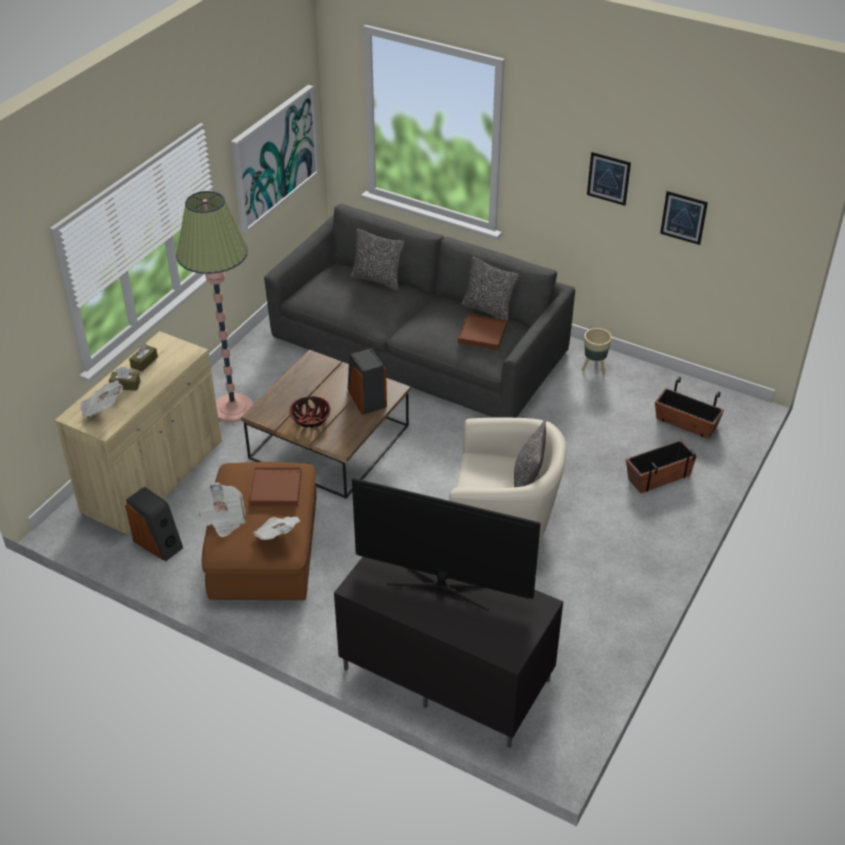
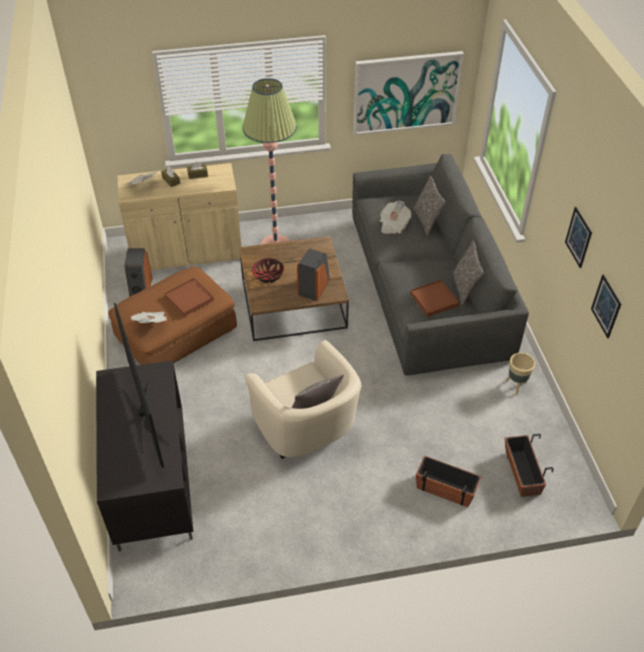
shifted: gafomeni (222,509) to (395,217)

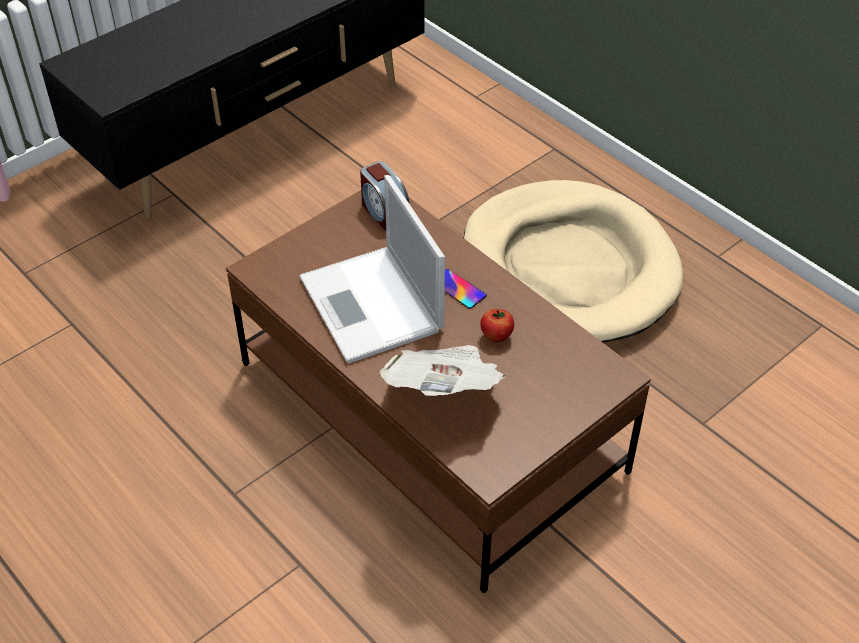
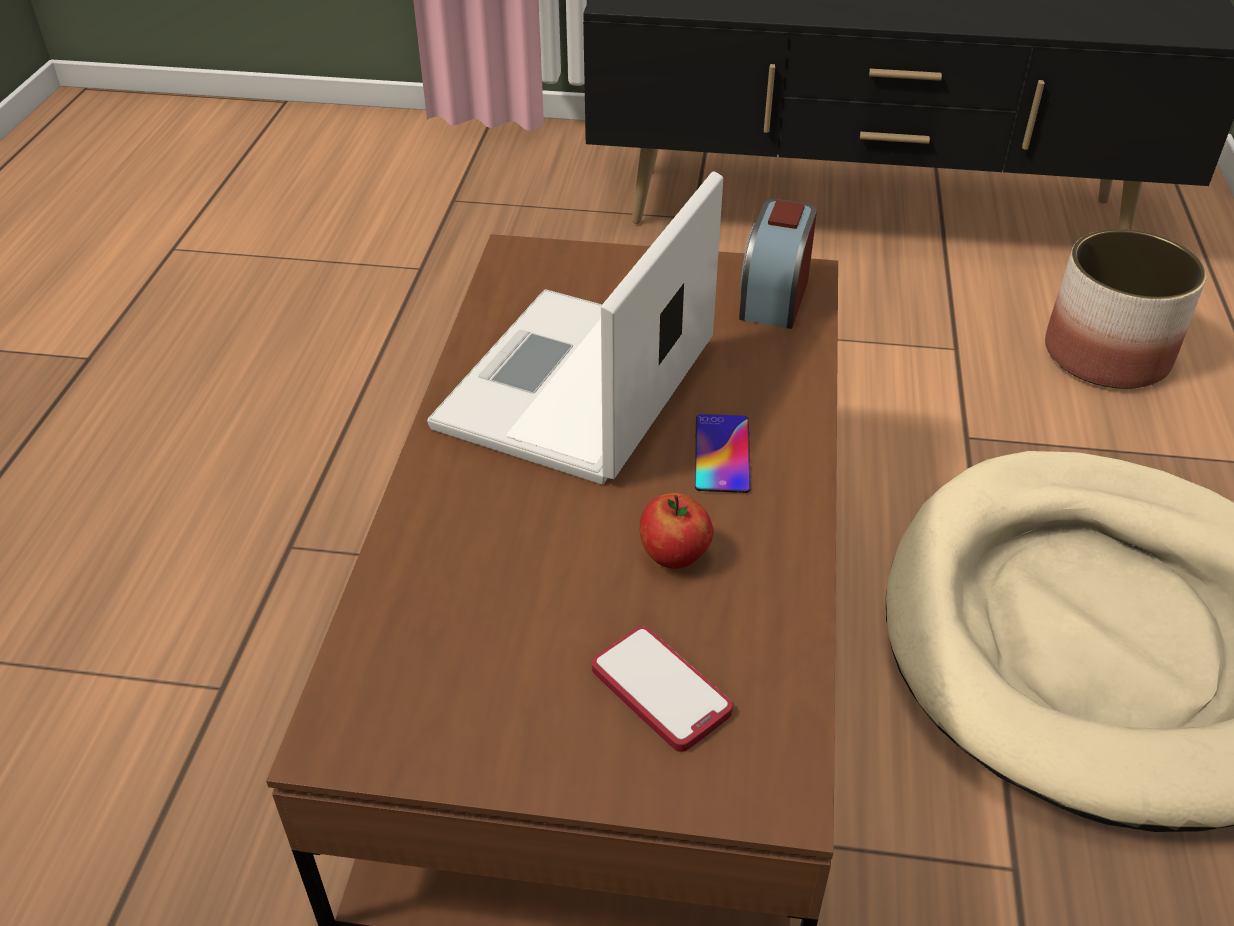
gone: gafomeni (442,370)
new: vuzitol (662,689); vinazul (1125,309)

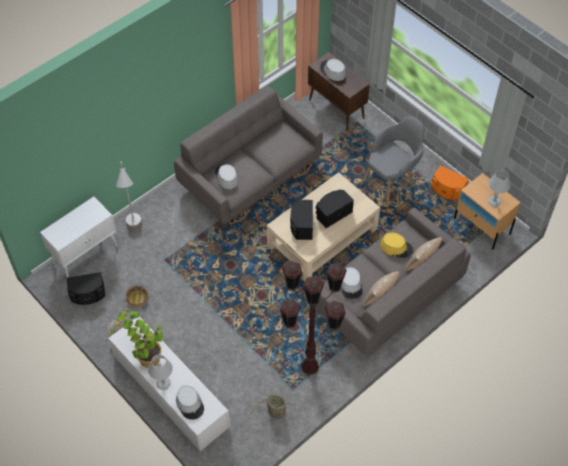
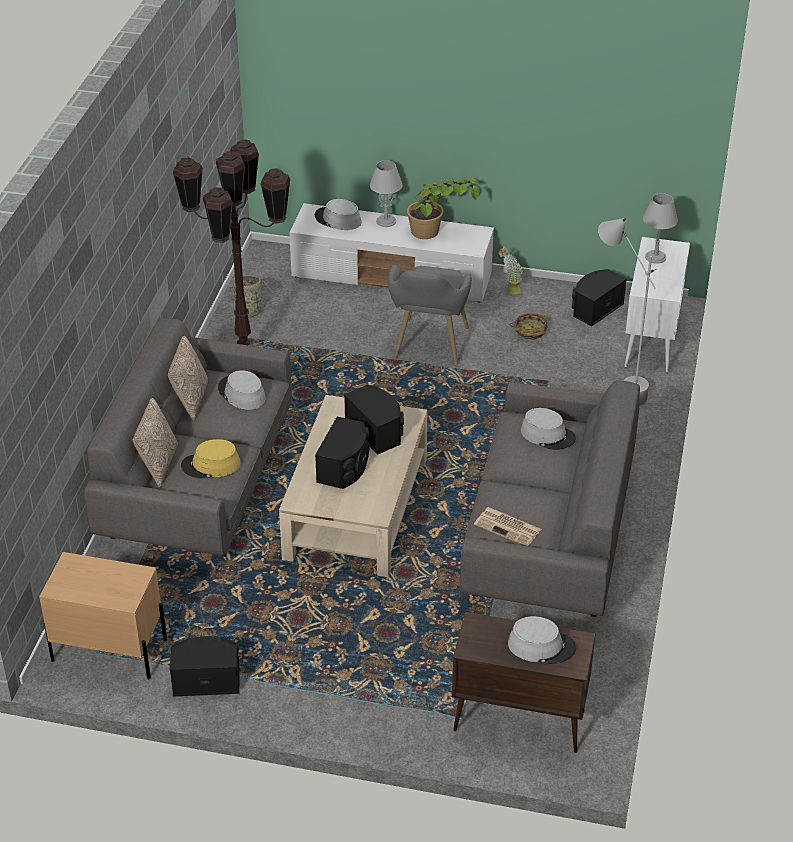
new: gafomeni (507,526)
shifted: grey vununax (392,161) to (430,315); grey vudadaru (499,188) to (660,228)
repainted: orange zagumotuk (450,182) to black zagumotuk (205,666)

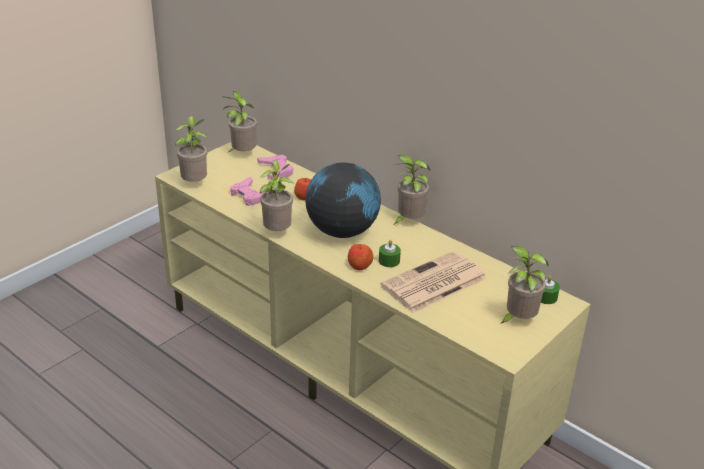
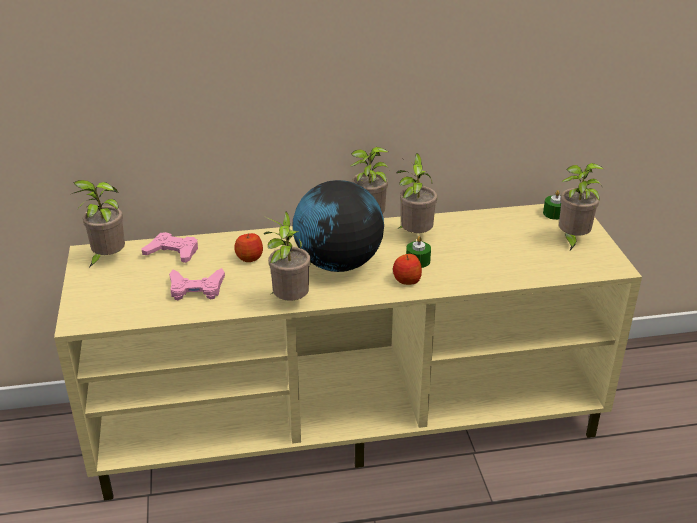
gone: gafomeni (433,282)
shifted: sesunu (191,149) to (416,193)

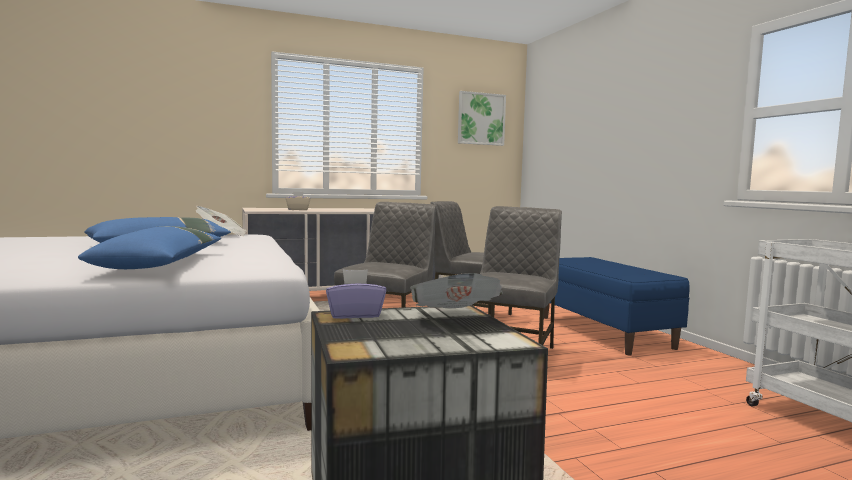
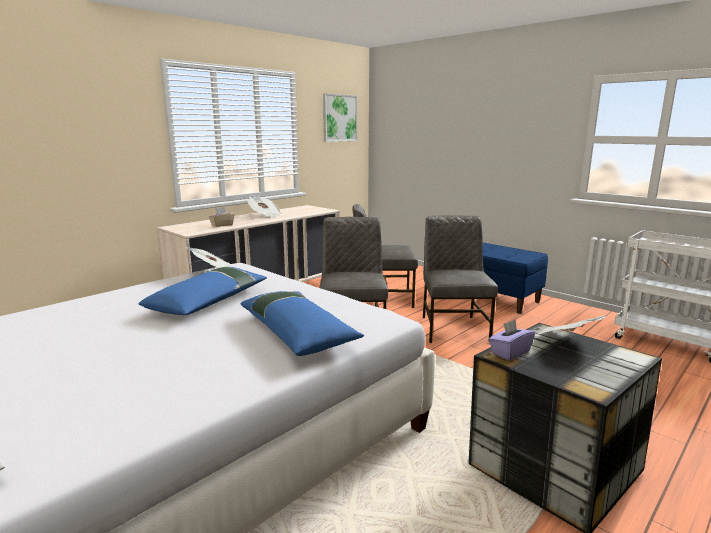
new: gafomeni (264,206)

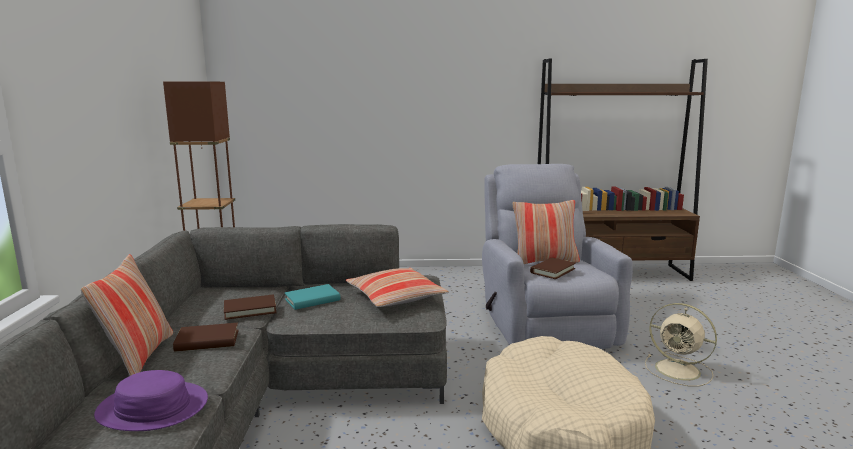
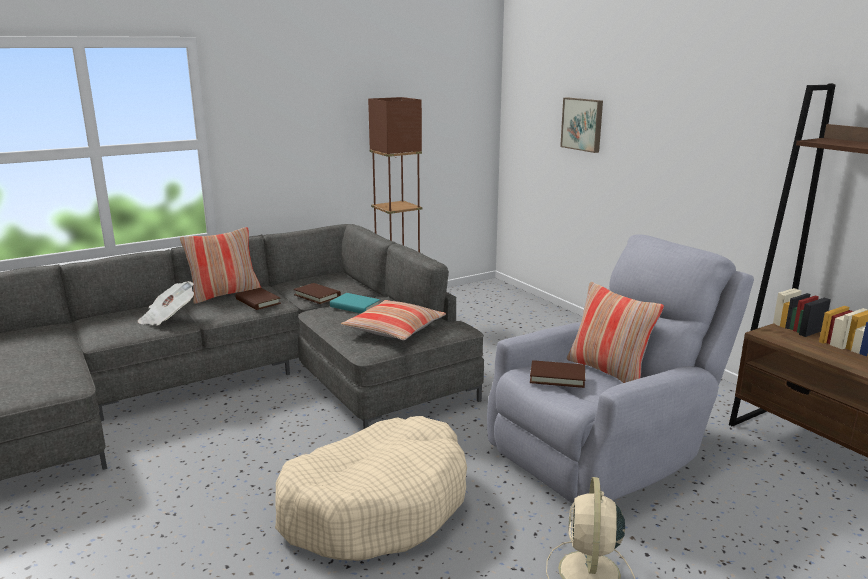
new: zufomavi (581,125)
swapped: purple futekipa (151,400) to gafomeni (166,303)

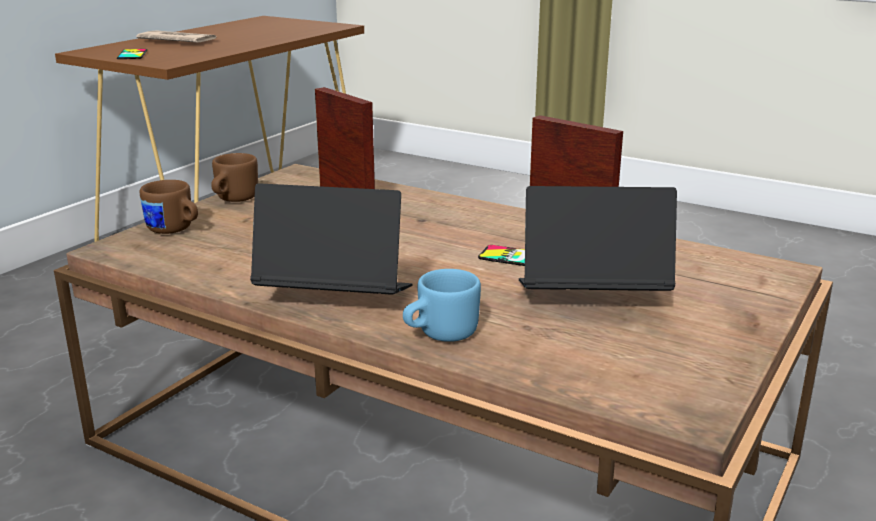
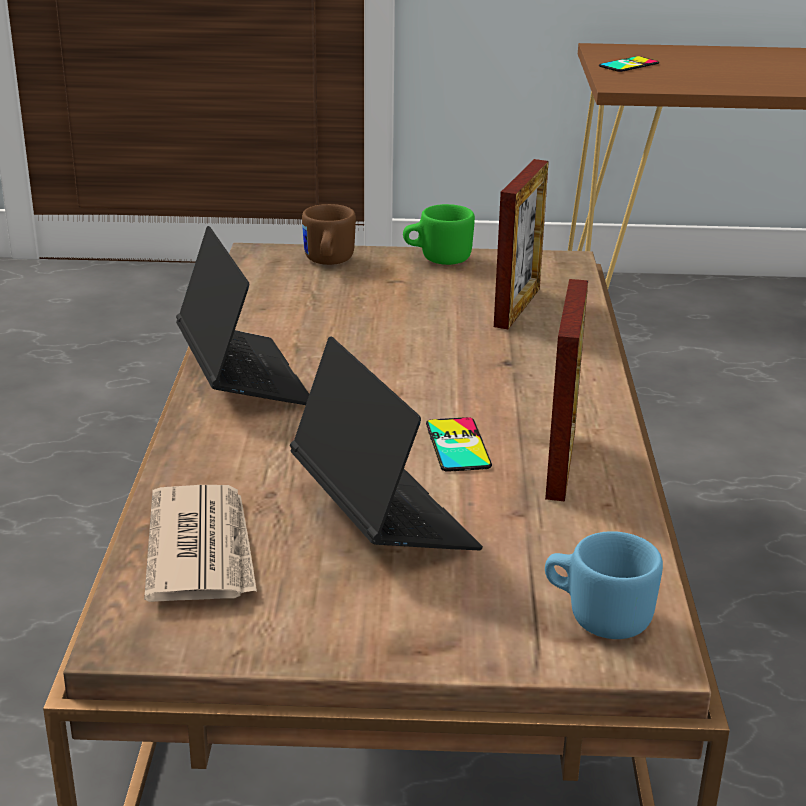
shifted: gafomeni (176,36) to (200,543); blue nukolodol (442,305) to (604,585)
repainted: brown nukolodol (234,177) to green nukolodol (439,234)

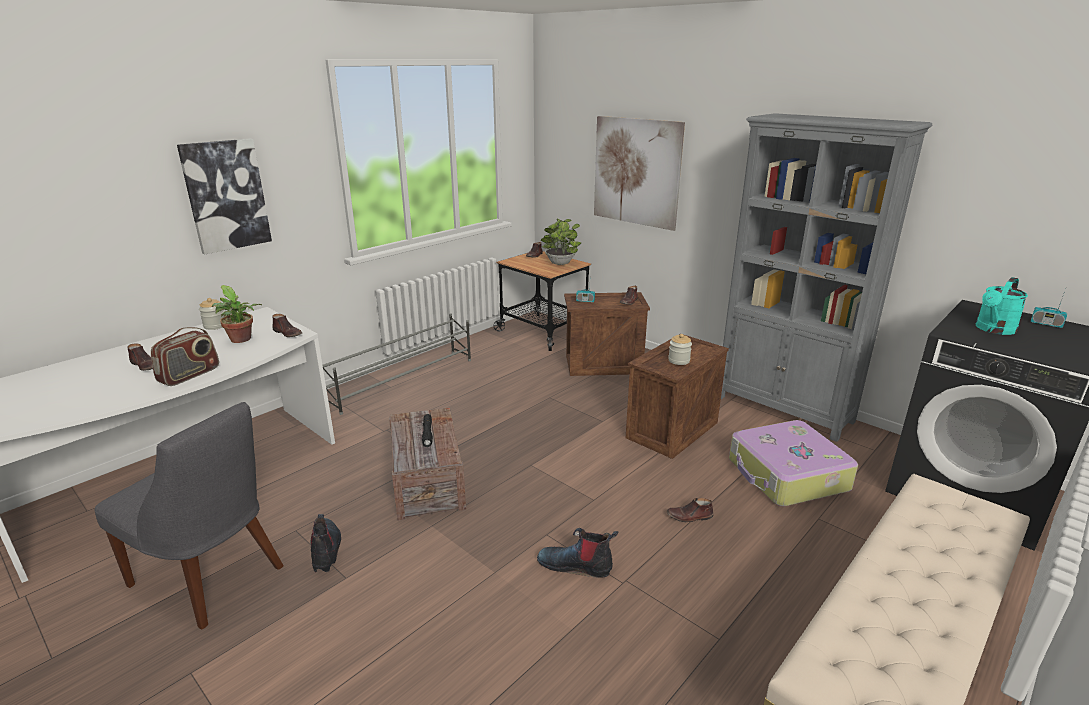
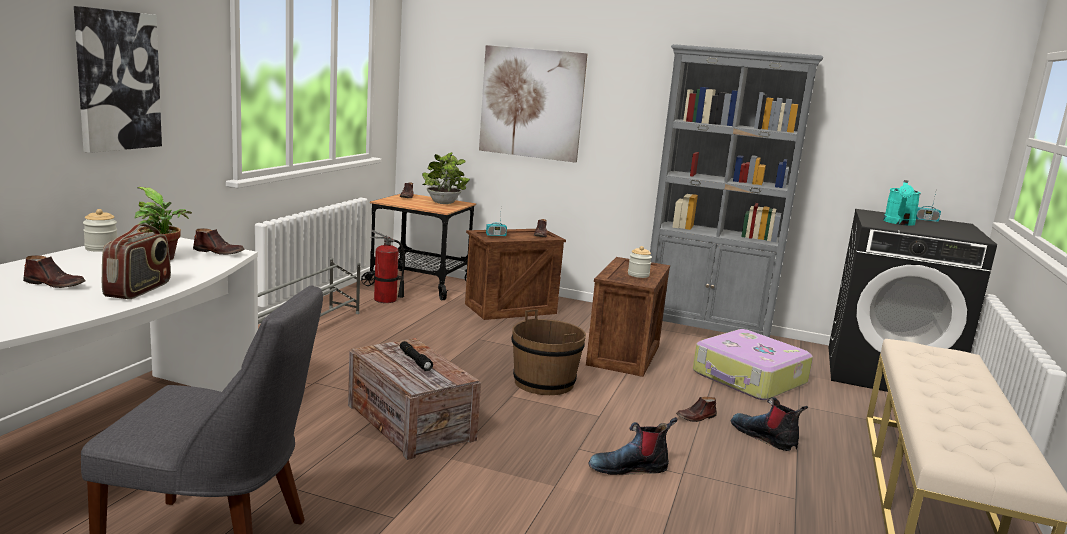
new: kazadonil (388,266); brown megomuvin (548,352)
shifted: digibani (325,543) to (769,424)

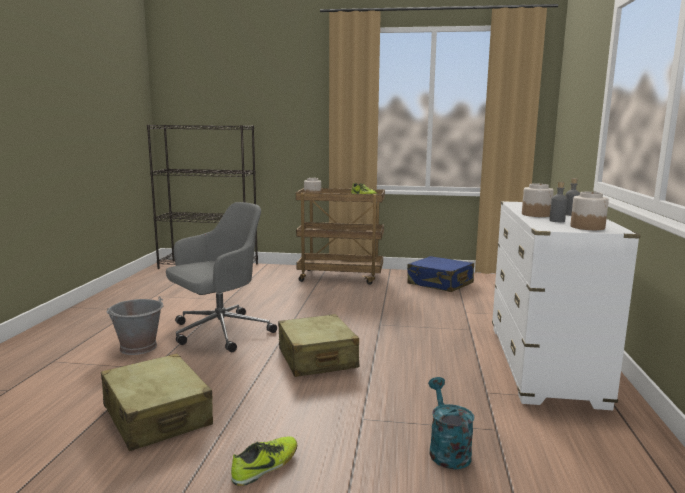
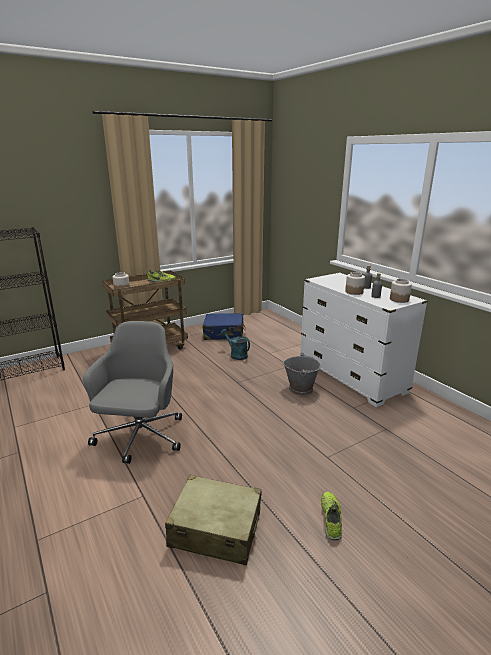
gone: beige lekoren (318,345)
shifted: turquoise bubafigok (451,423) to (235,344); grey megomuvin (135,325) to (302,374)

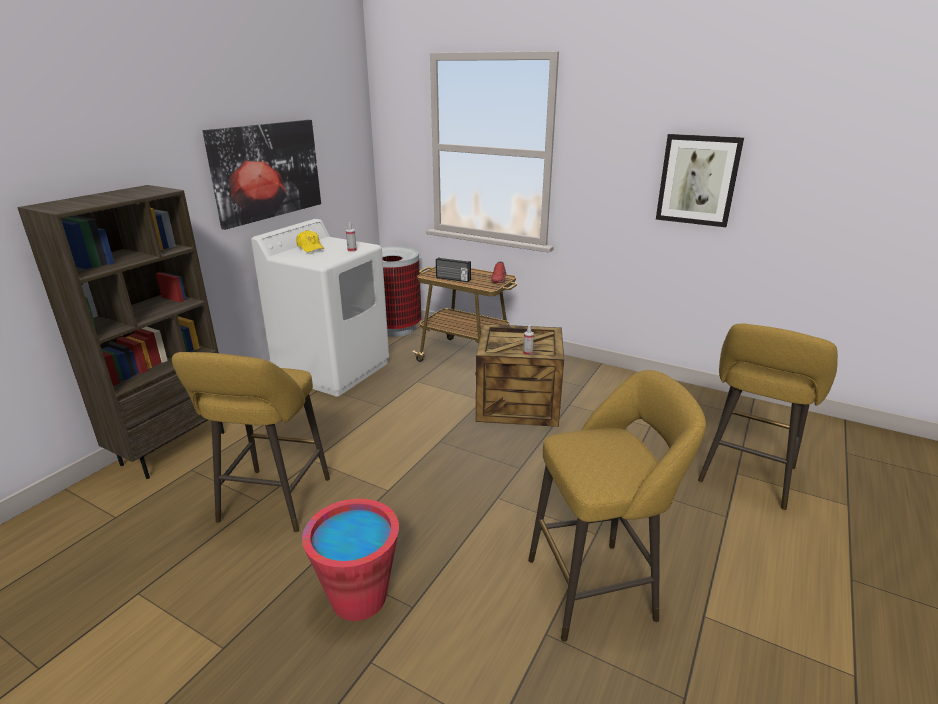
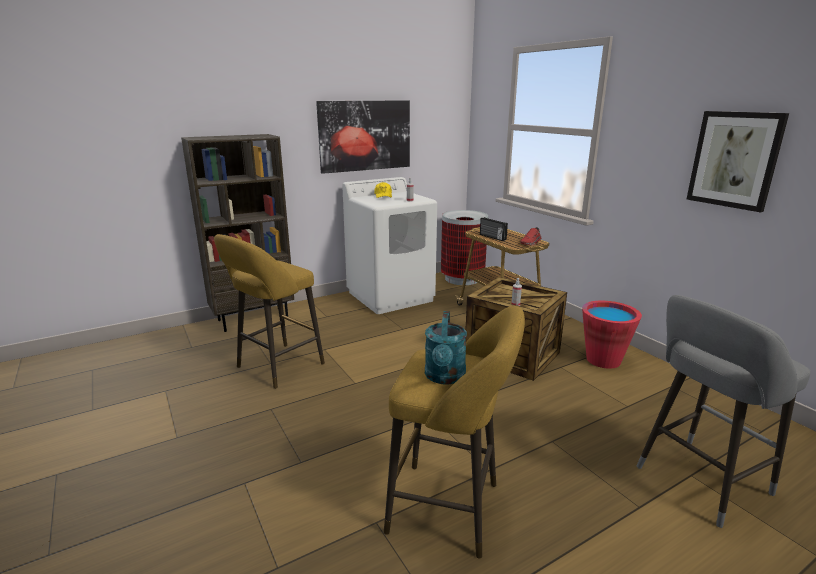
new: turquoise bubafigok (446,348)
shifted: red megomuvin (350,560) to (612,335)
repainted: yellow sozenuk (768,416) to grey sozenuk (723,411)

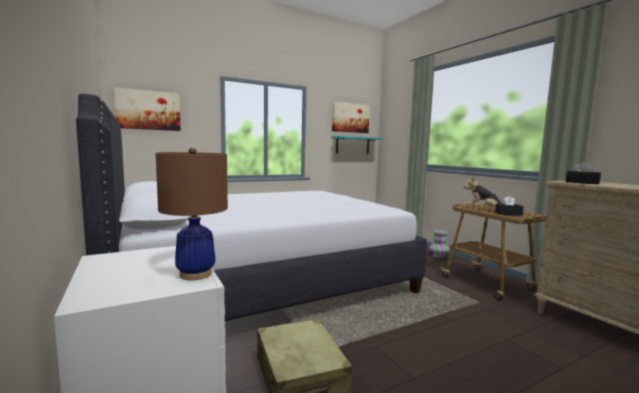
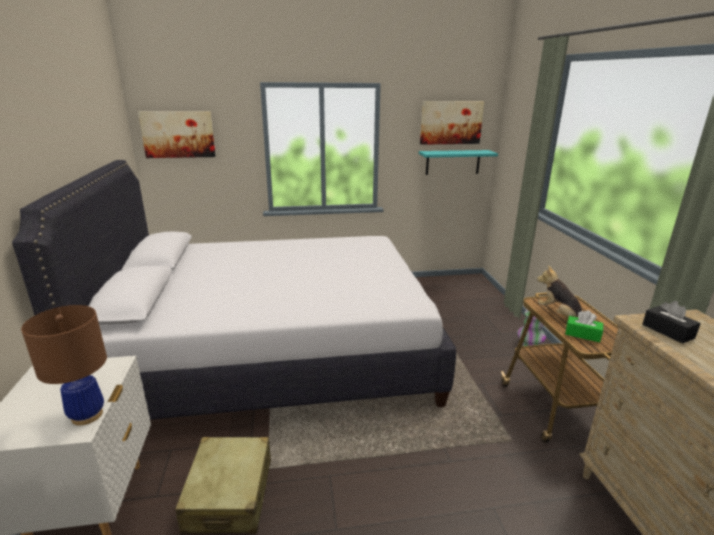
repainted: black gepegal (509,206) to green gepegal (584,326)

